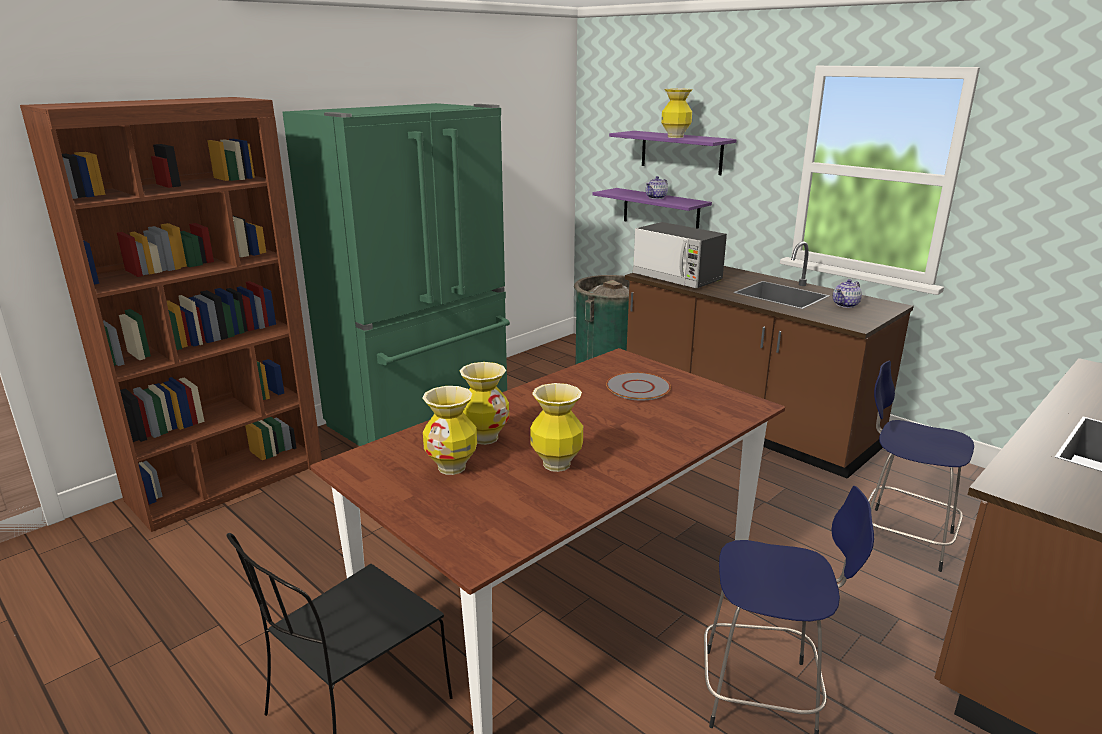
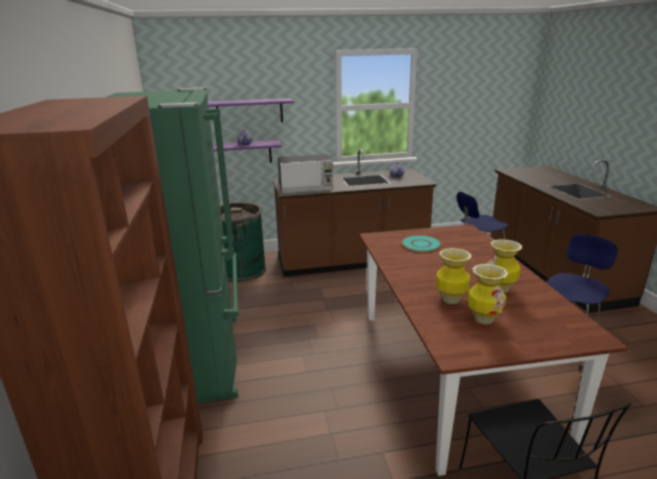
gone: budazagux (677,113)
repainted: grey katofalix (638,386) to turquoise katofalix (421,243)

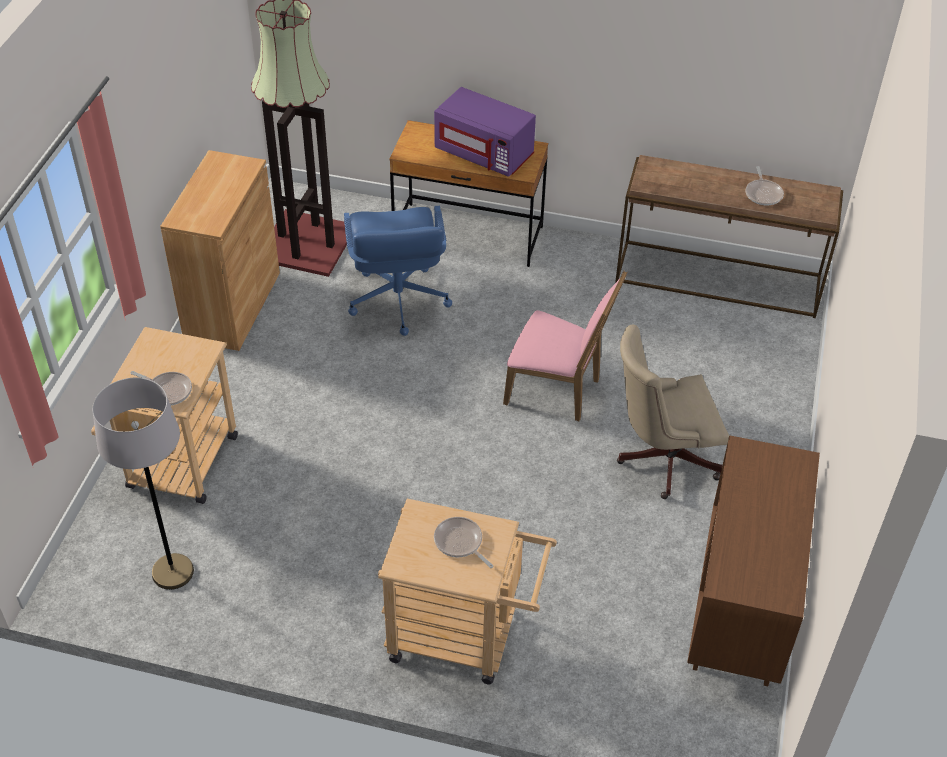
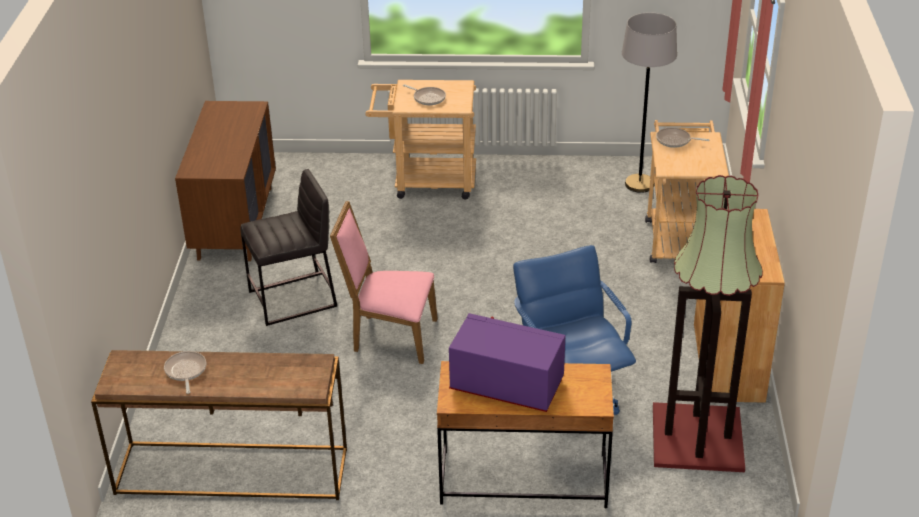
swapped: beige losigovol (673,412) to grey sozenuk (289,247)

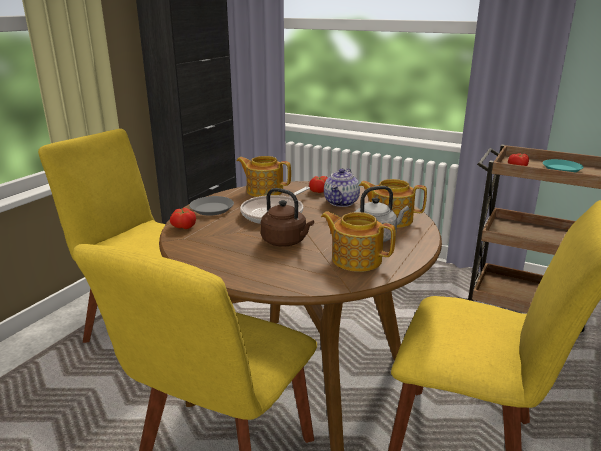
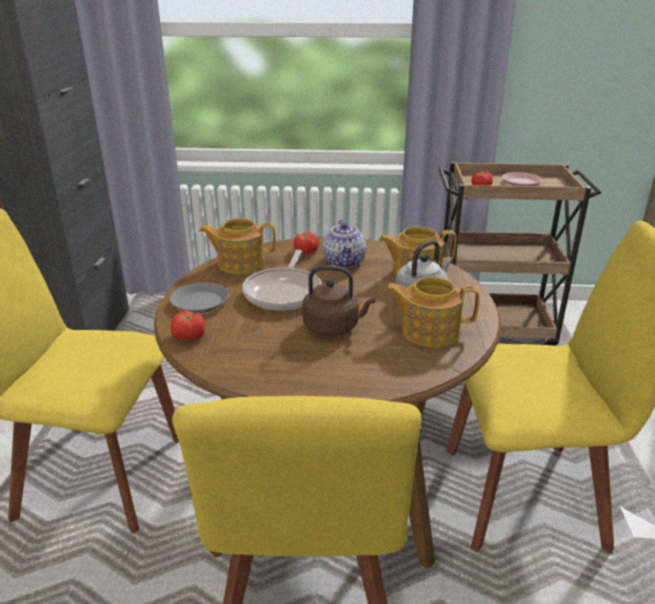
repainted: turquoise katofalix (563,166) to pink katofalix (522,179)

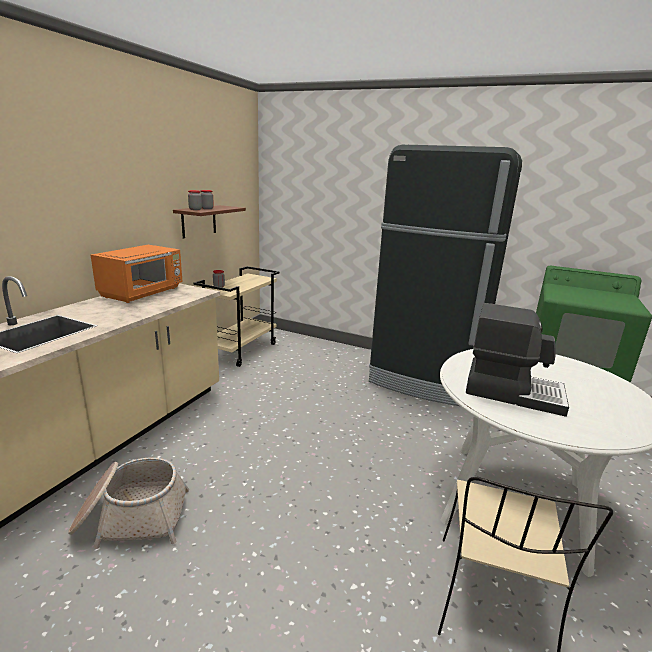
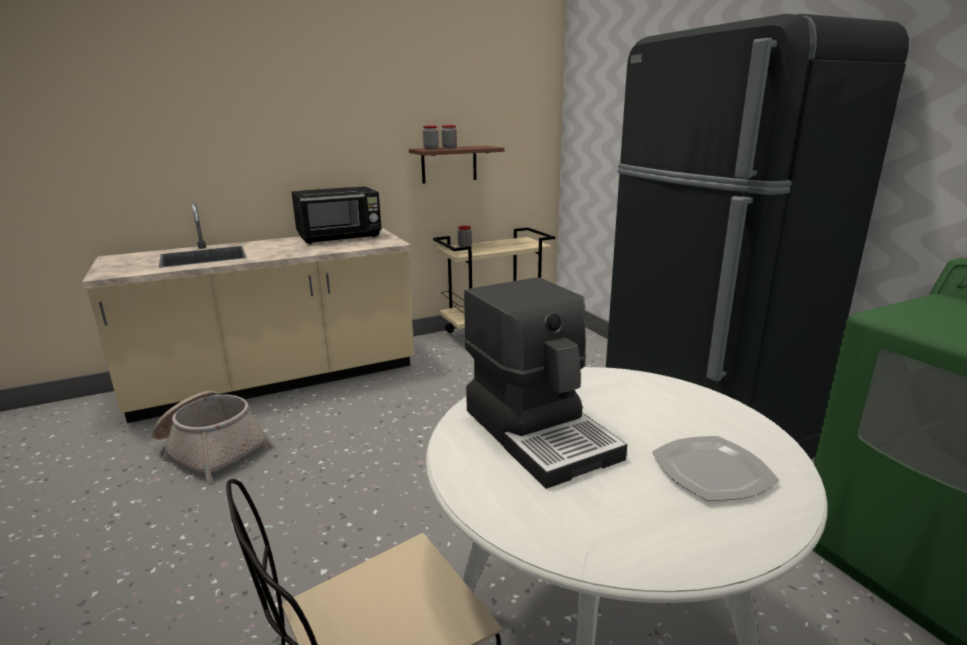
new: katofalix (715,468)
repainted: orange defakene (136,274) to black defakene (336,215)

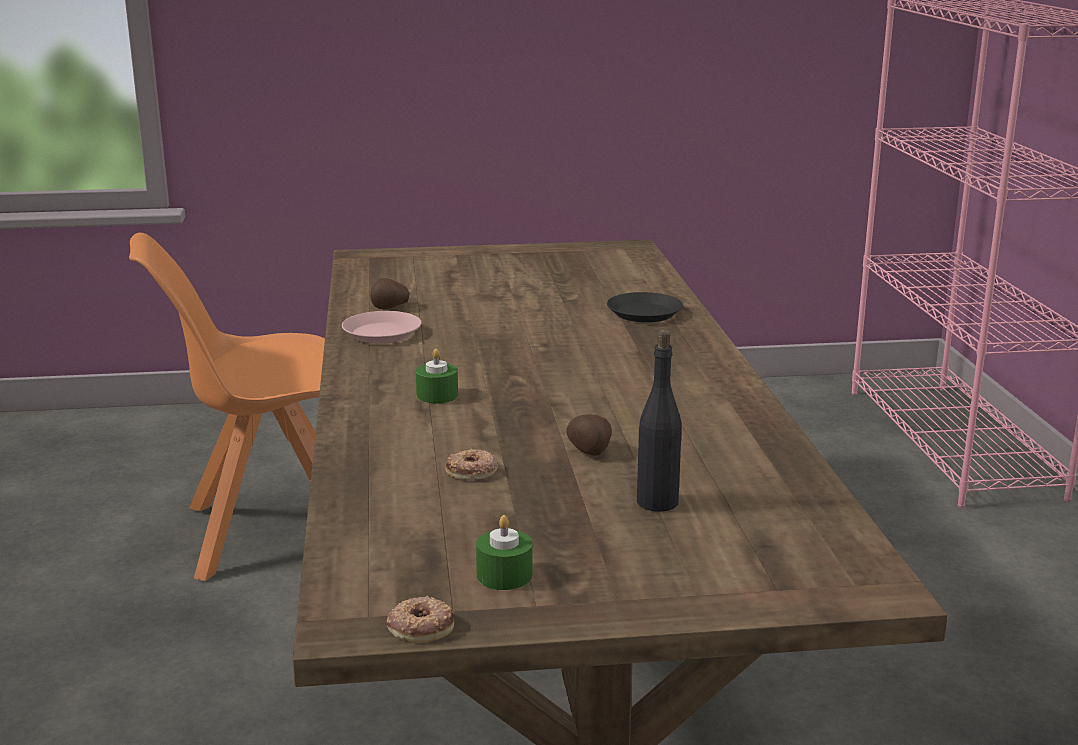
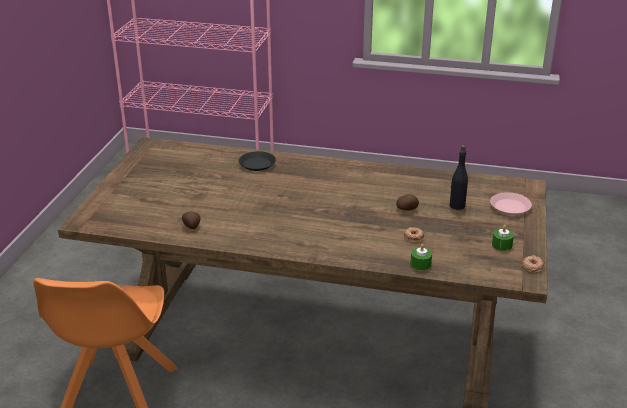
shifted: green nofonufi (437,376) to (421,257); pink katofalix (382,327) to (511,203)

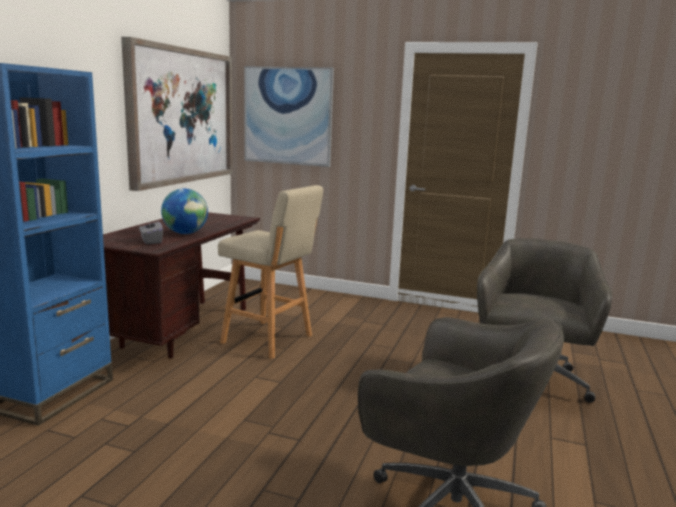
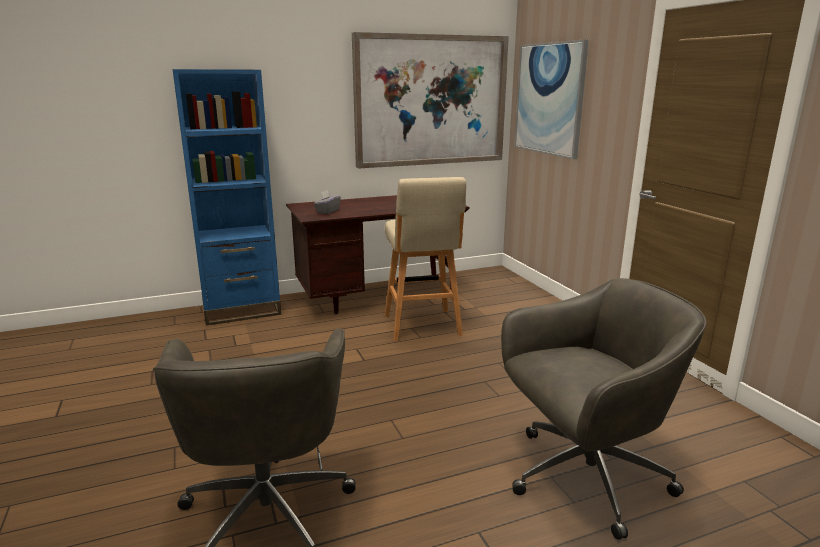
gone: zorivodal (184,211)

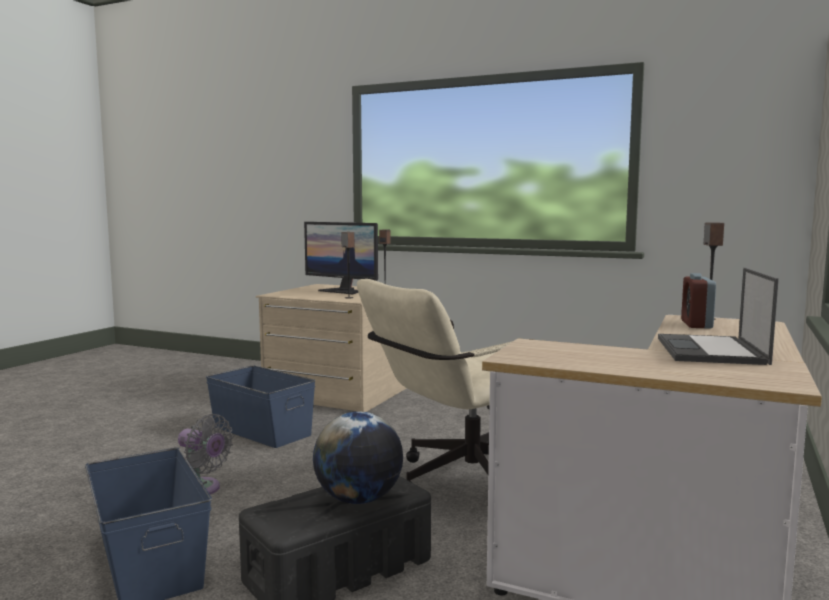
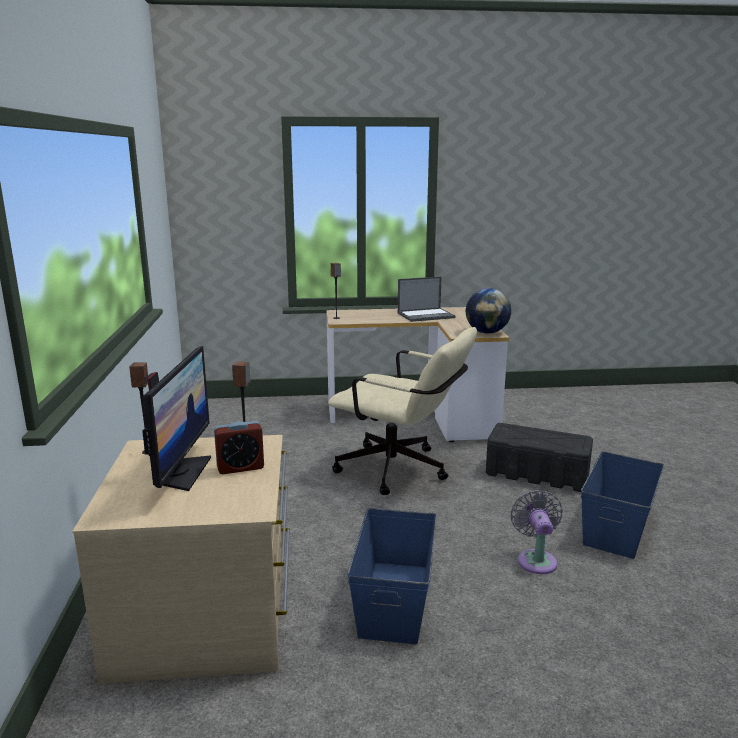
shifted: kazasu (698,301) to (239,447); zorivodal (358,458) to (488,311)

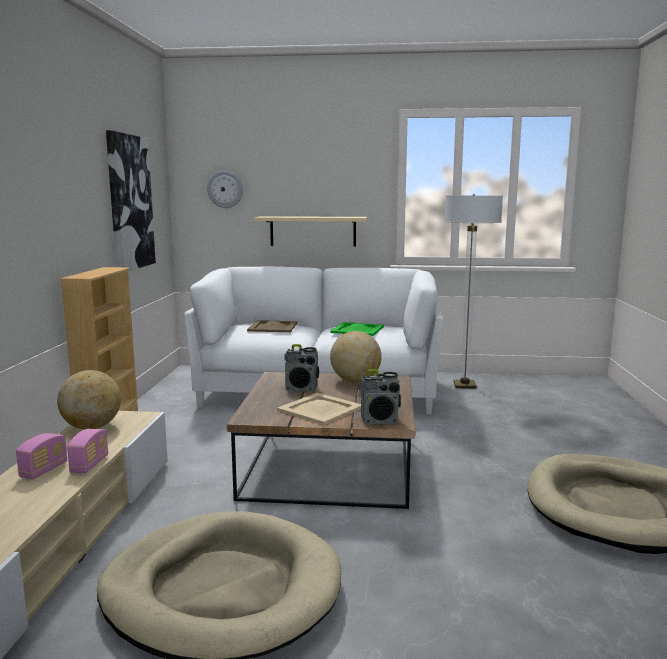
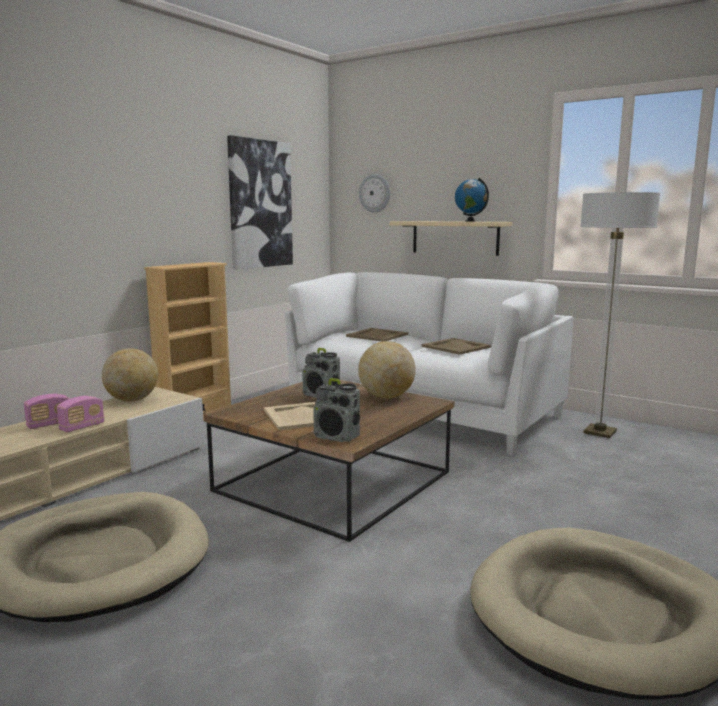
new: zorivodal (472,200)
repainted: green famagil (357,329) to beige famagil (456,346)

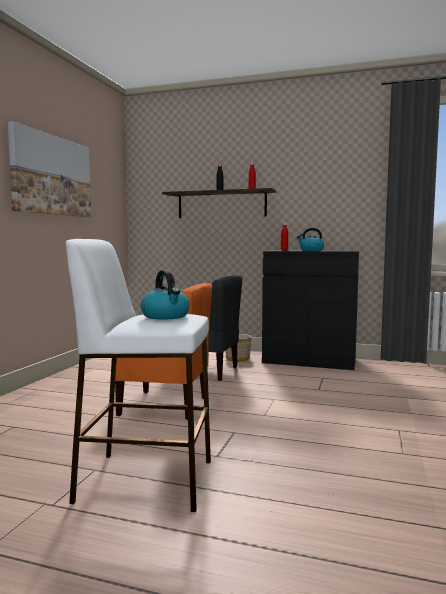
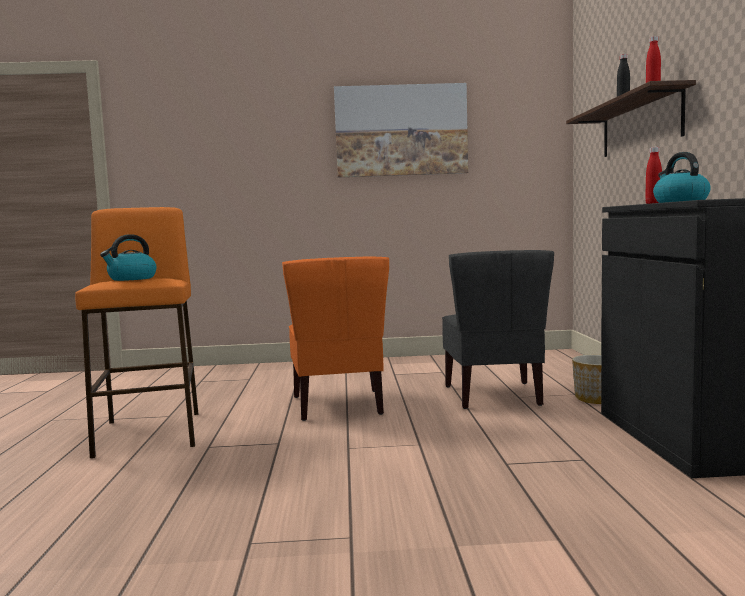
repainted: white sozenuk (138,375) to orange sozenuk (136,332)

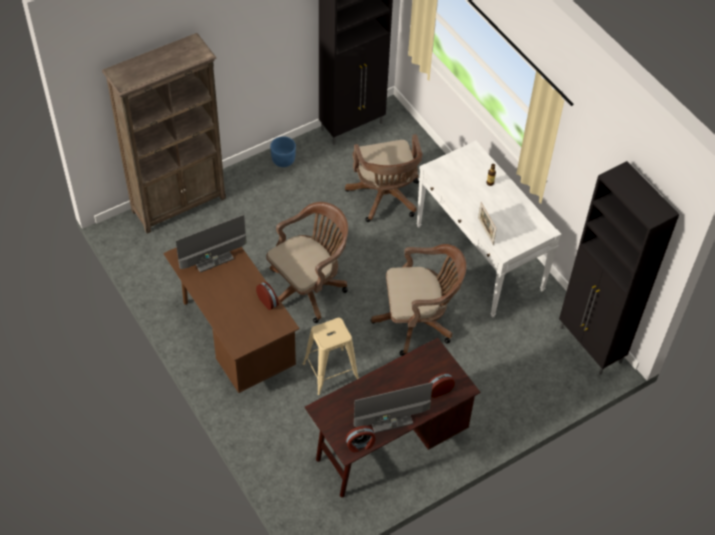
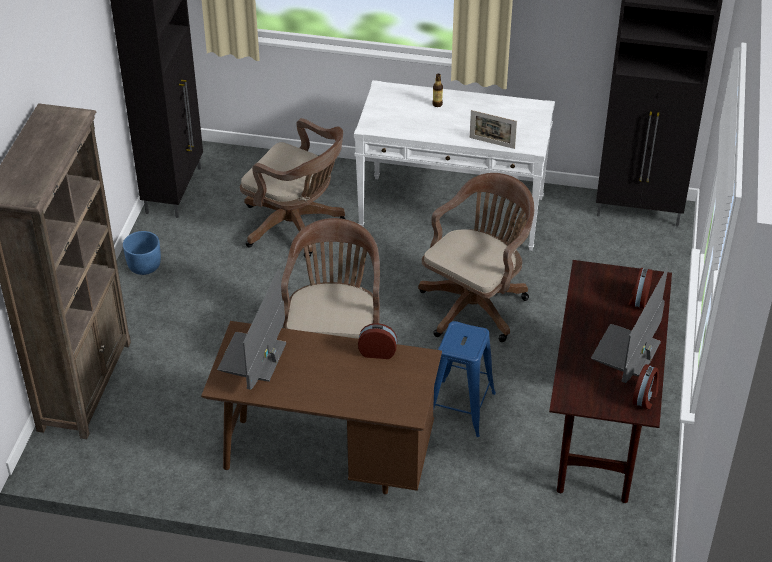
repainted: beige sozenuk (331,356) to blue sozenuk (464,379)

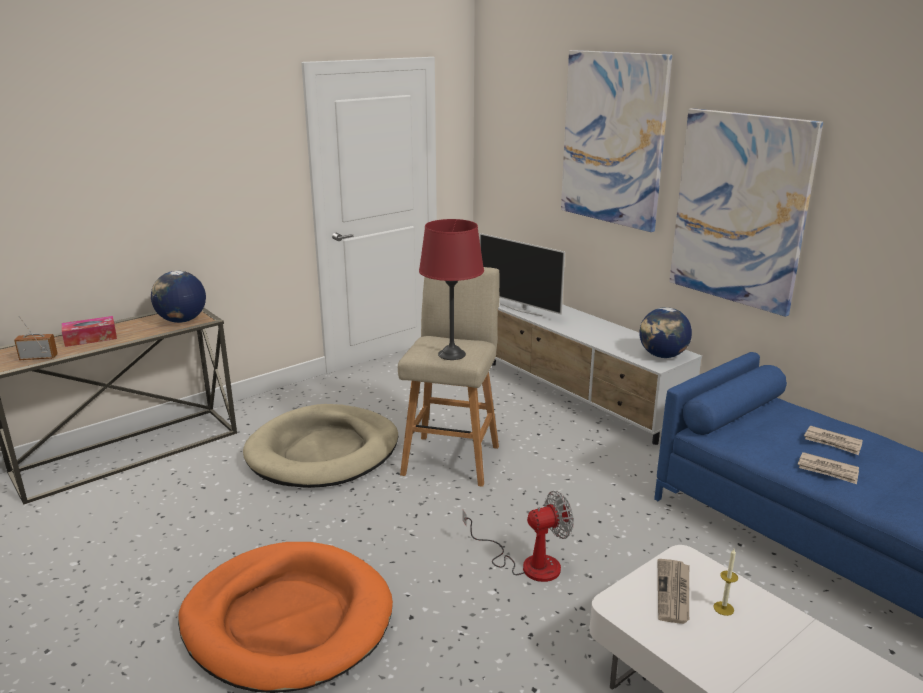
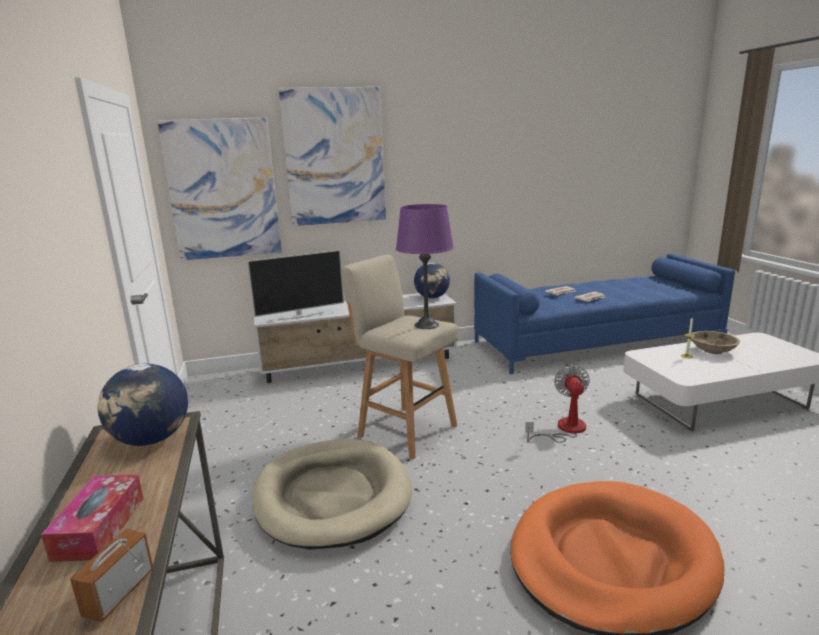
gone: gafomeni (673,591)
new: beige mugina (715,342)
shifted: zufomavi (746,212) to (219,189)
repainted: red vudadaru (451,289) to purple vudadaru (425,266)

